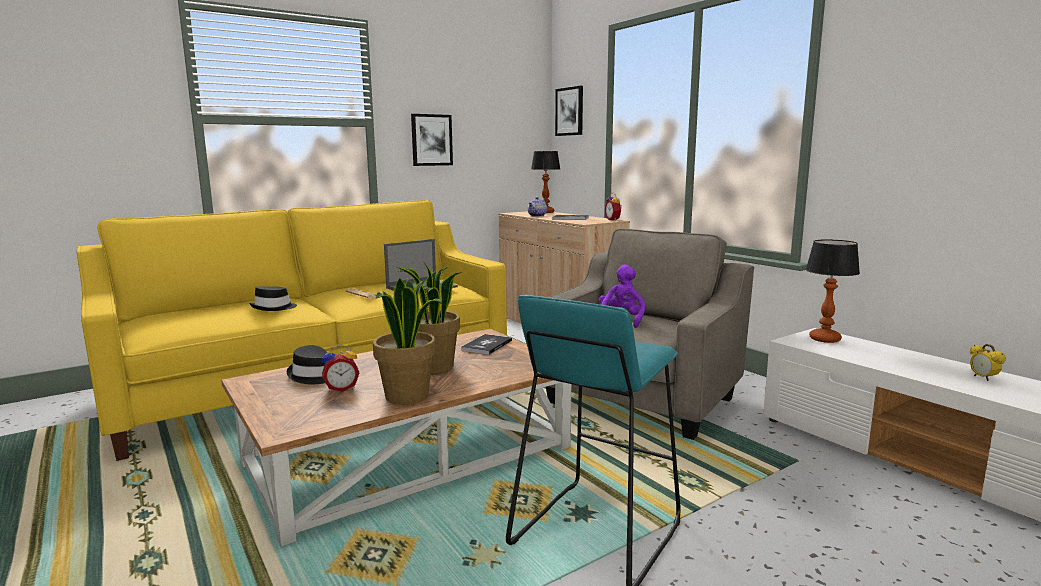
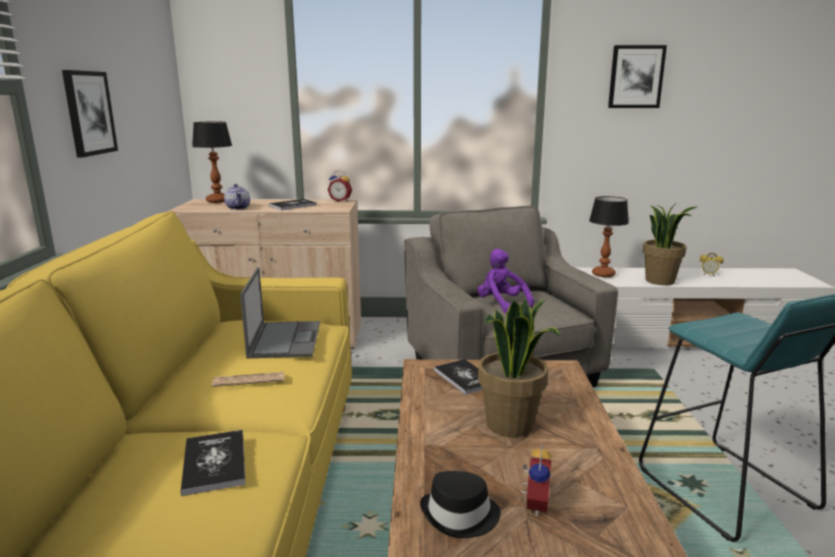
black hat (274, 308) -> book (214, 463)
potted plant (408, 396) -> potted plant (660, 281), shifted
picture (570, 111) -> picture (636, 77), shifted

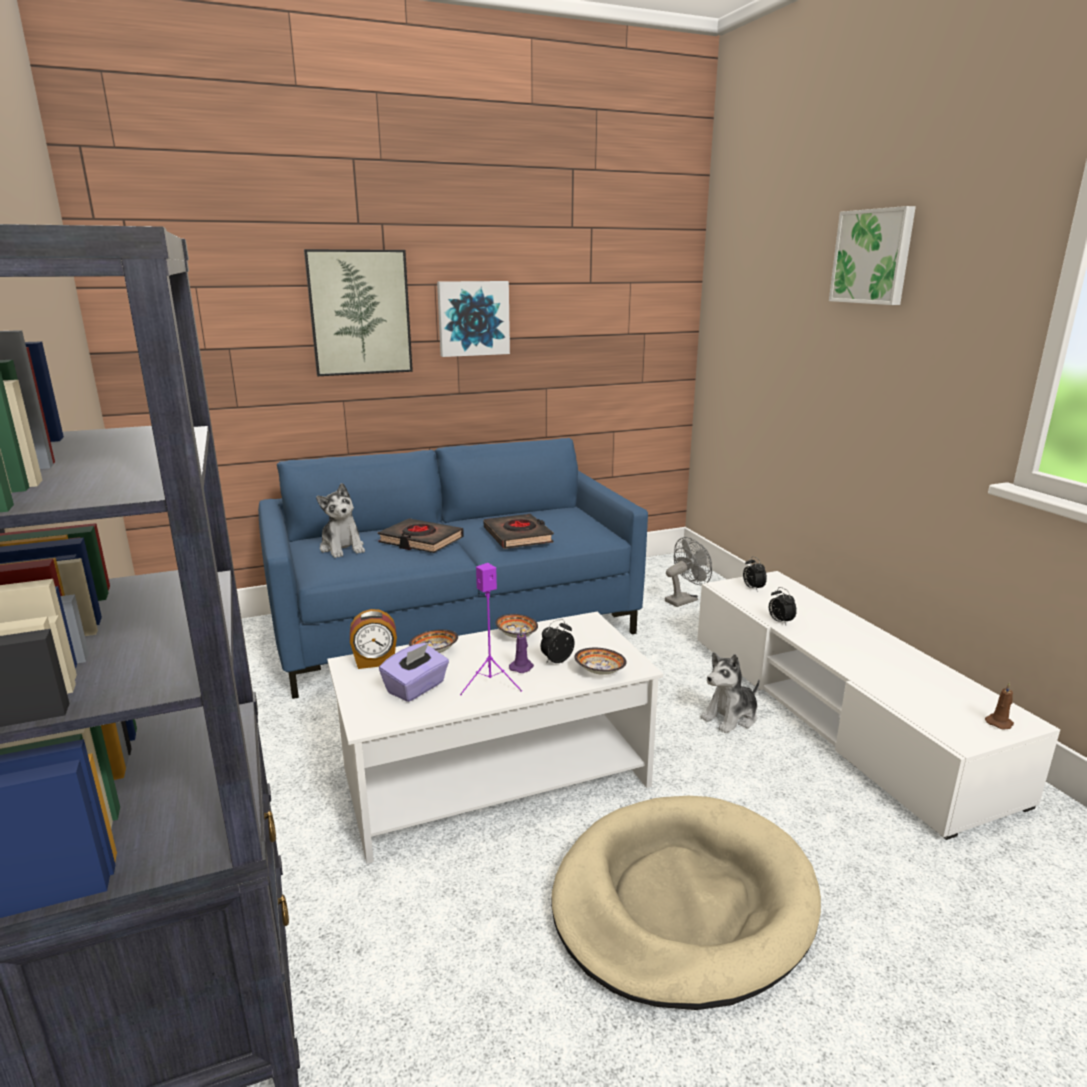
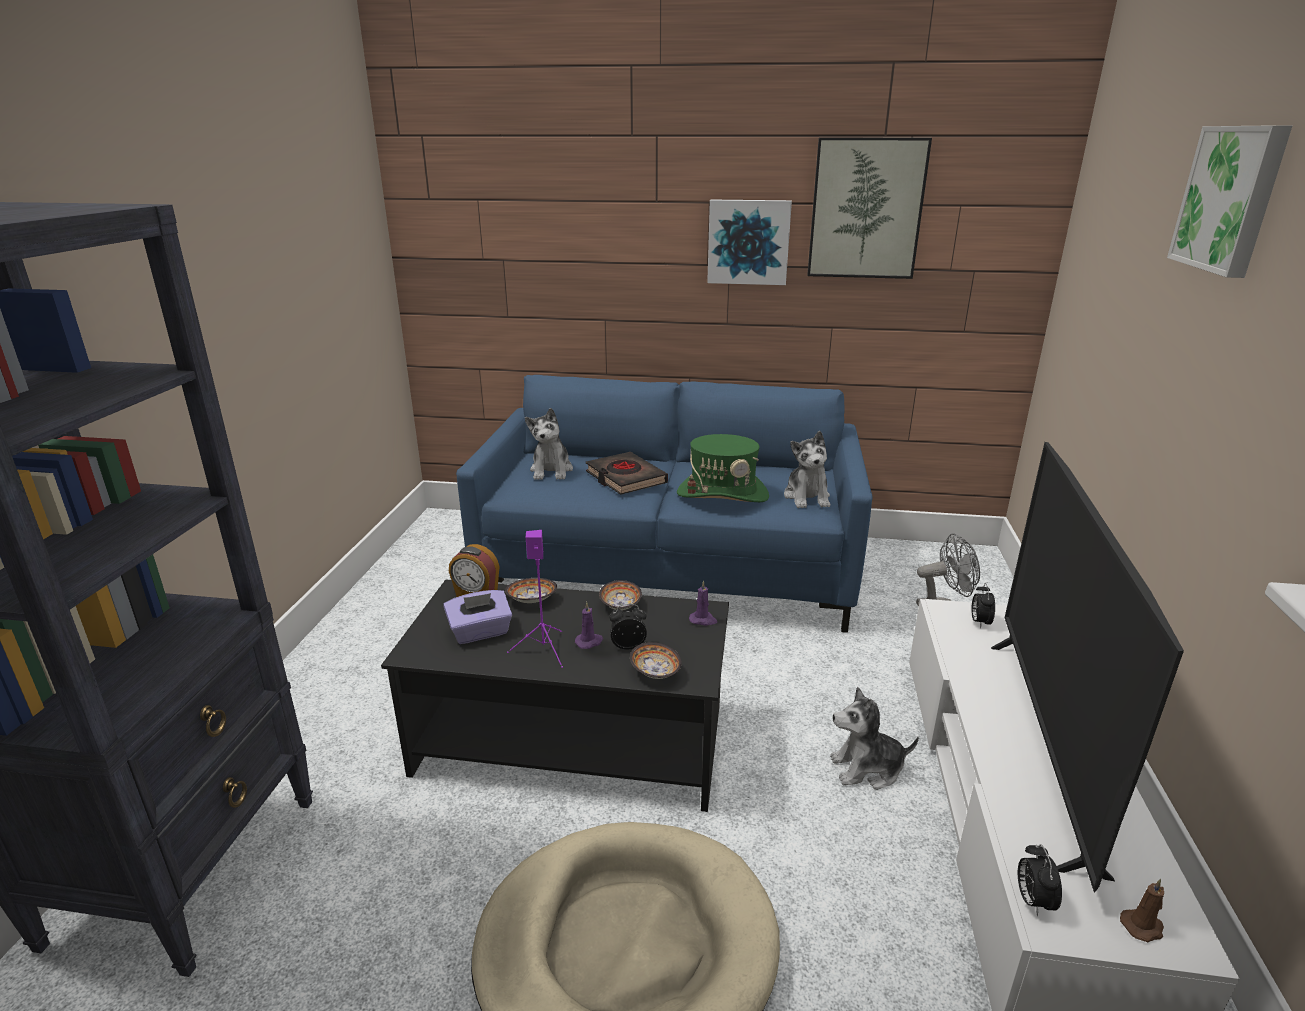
picture (360, 313) -> picture (866, 209), shifted
white coffee table (497, 776) -> black coffee table (573, 739)
black book (518, 536) -> green hat (722, 494)
alarm clock (779, 621) -> alarm clock (1032, 900), shifted
none -> purple candle (703, 620)
none -> plush toy (807, 497)
none -> television (1041, 742)

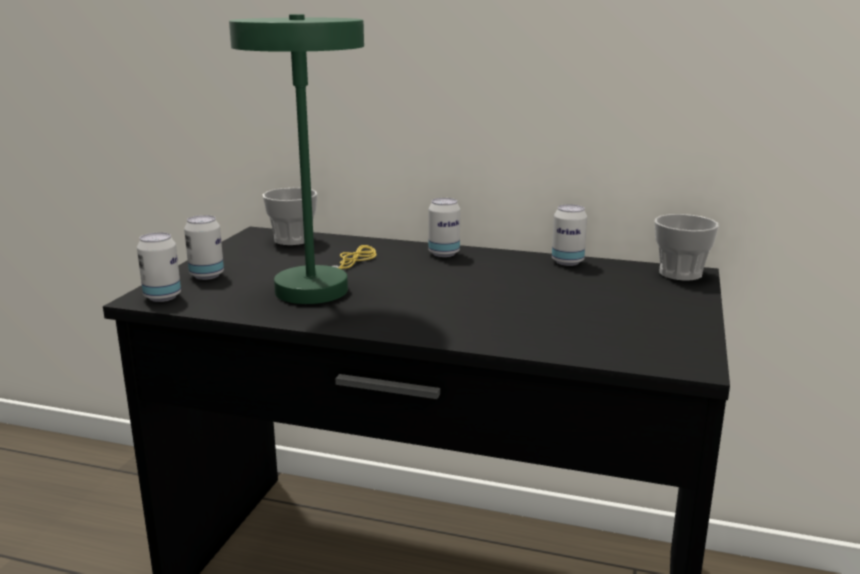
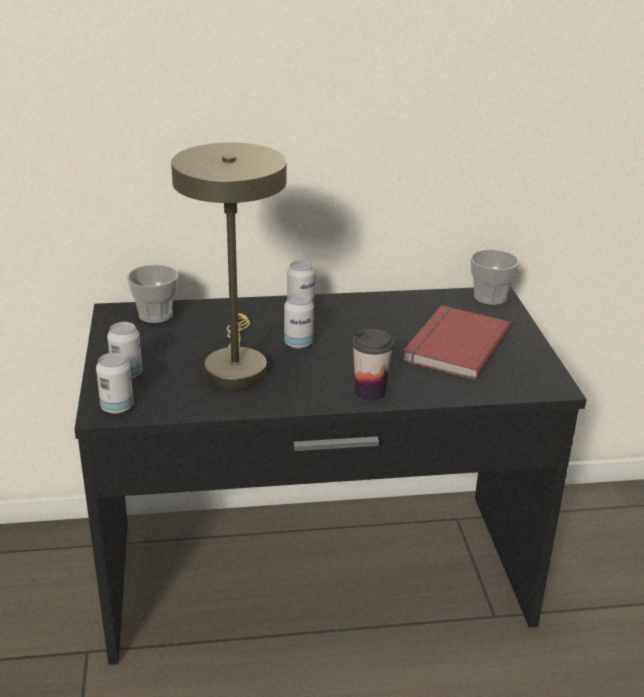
green table lamp (318, 286) -> beige table lamp (235, 366)
can (567, 262) -> can (298, 343), shifted
none -> cup (370, 392)
none -> red book (453, 345)

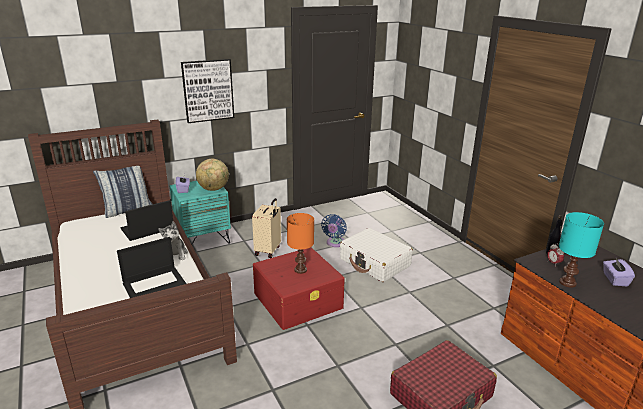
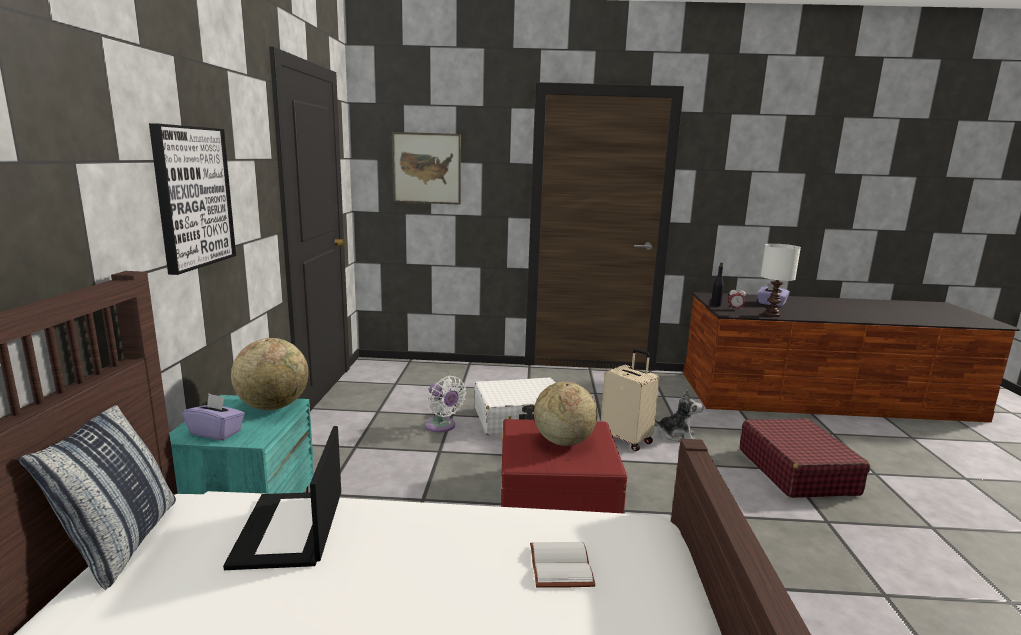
laptop (155, 284) -> white book (558, 565)
plush toy (175, 254) -> plush toy (677, 435), shifted
beige suitcase (268, 251) -> beige suitcase (627, 439), shifted
orange table lamp (300, 269) -> globe (563, 441)
blue fan (335, 243) -> white fan (442, 426)
turquoise table lamp (568, 283) -> white table lamp (772, 314)
none -> picture (426, 168)

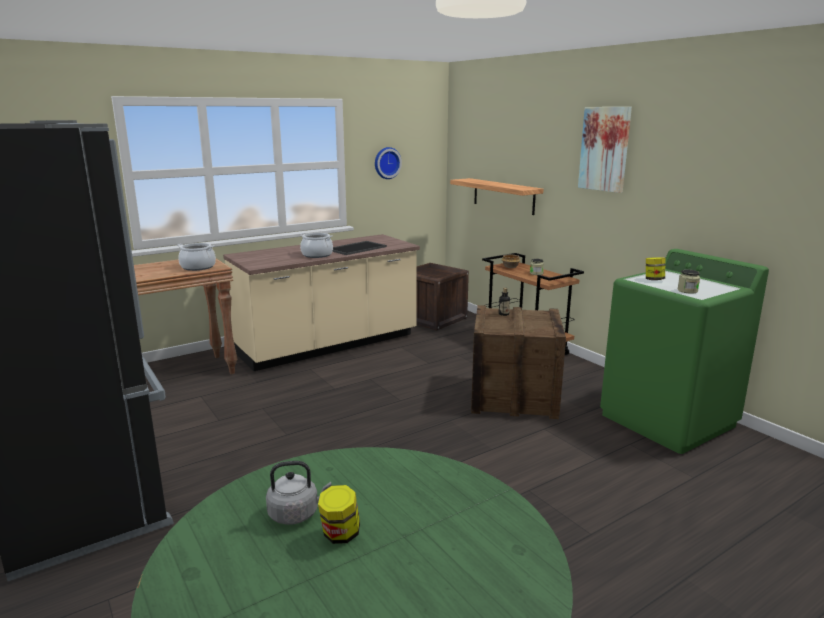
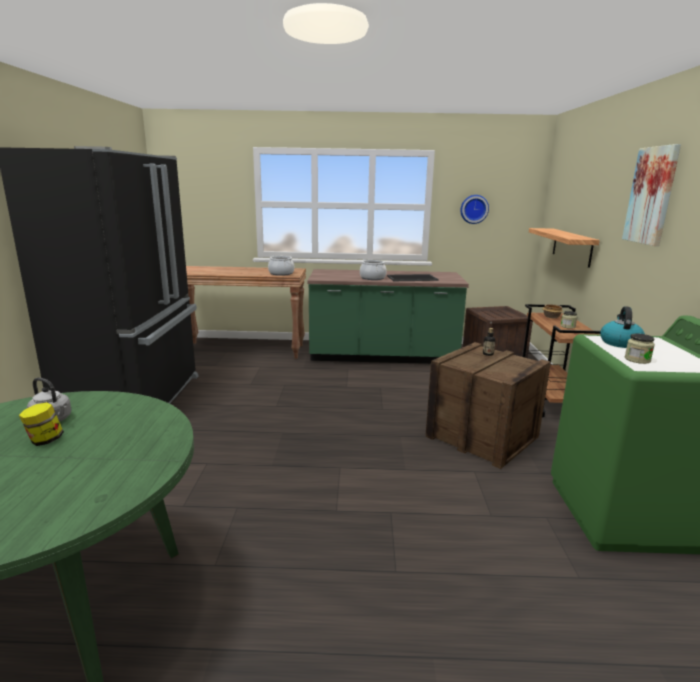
beige counter (328, 345) -> green counter (383, 356)
jar (653, 280) -> kettle (620, 343)

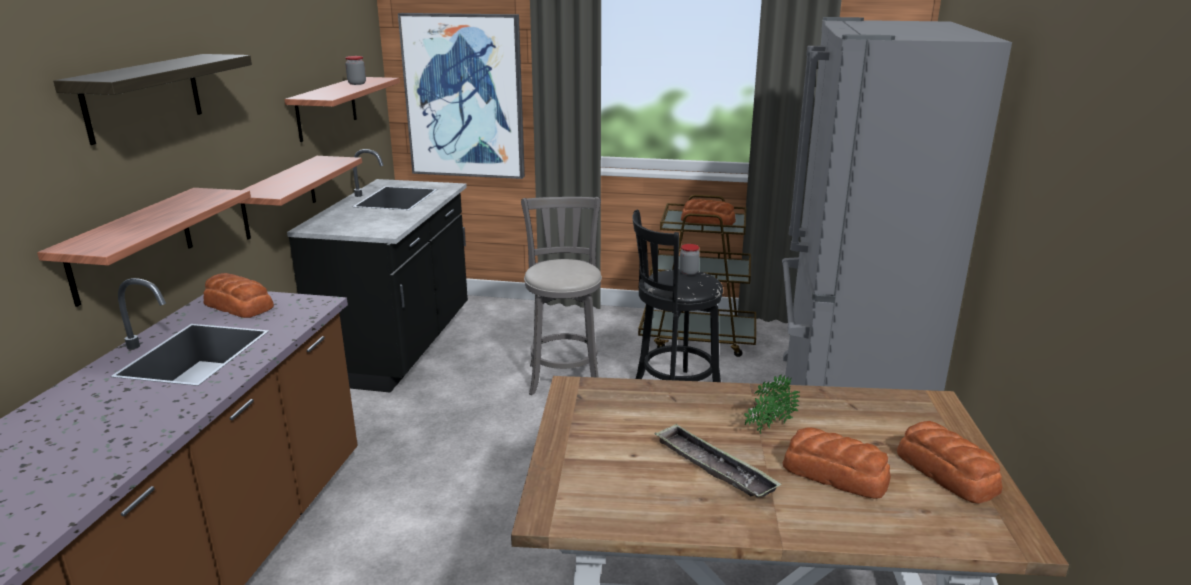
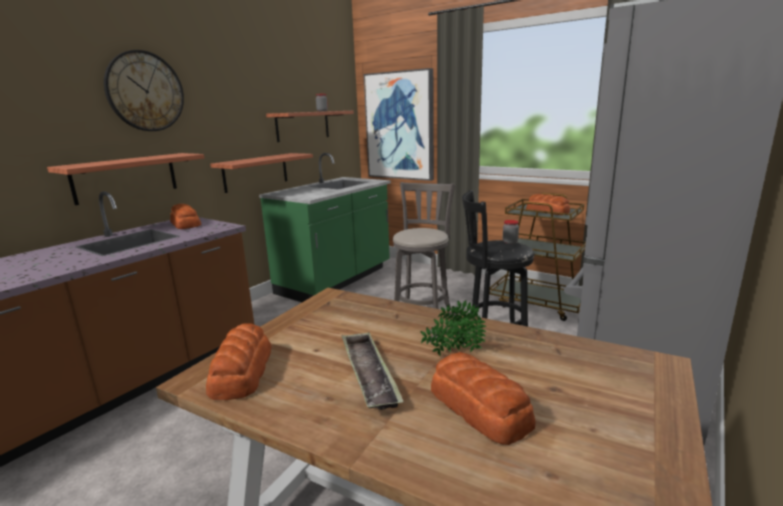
shelf (143, 97) -> wall clock (145, 91)
black counter (400, 347) -> green counter (336, 281)
bread (947, 473) -> bread (241, 372), shifted

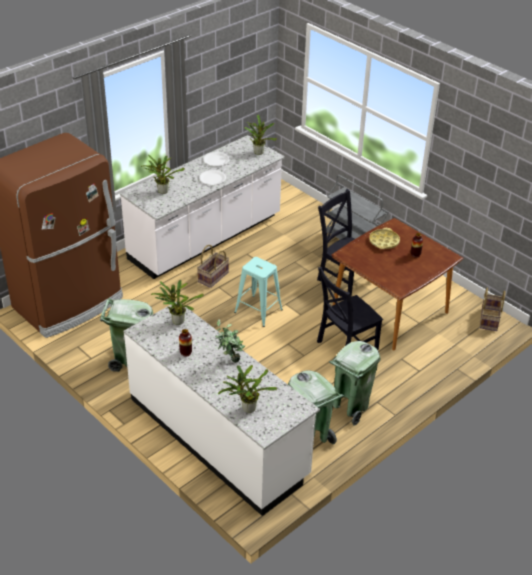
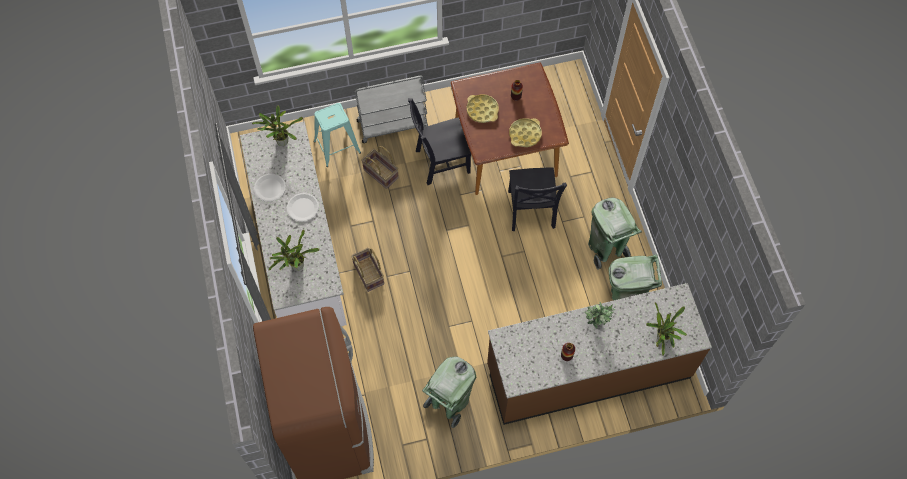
white counter (218, 437) -> brown counter (588, 371)
potted plant (177, 321) -> none
turquoise stool (258, 311) -> turquoise stool (337, 147), shifted
basket (489, 320) -> basket (381, 173), shifted
none -> yellow tray (525, 134)

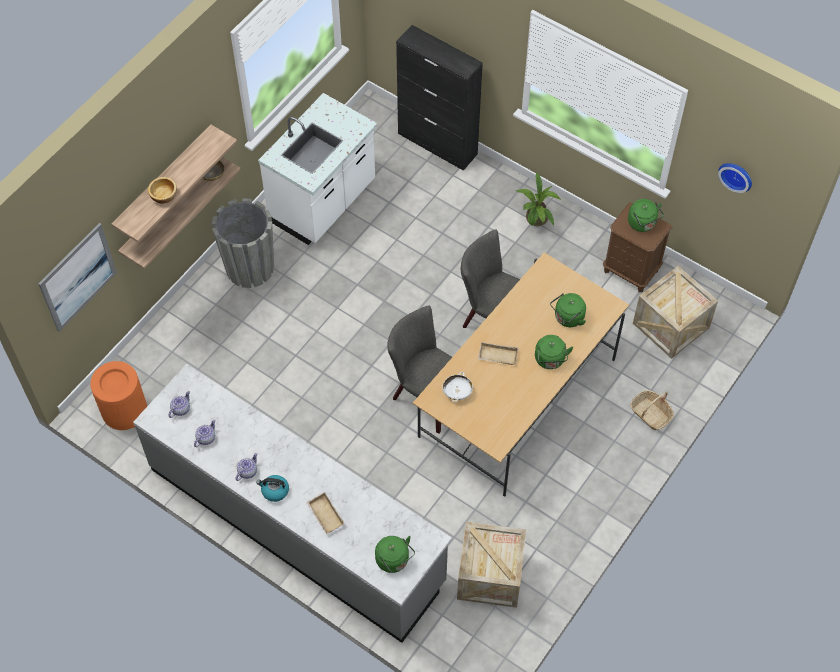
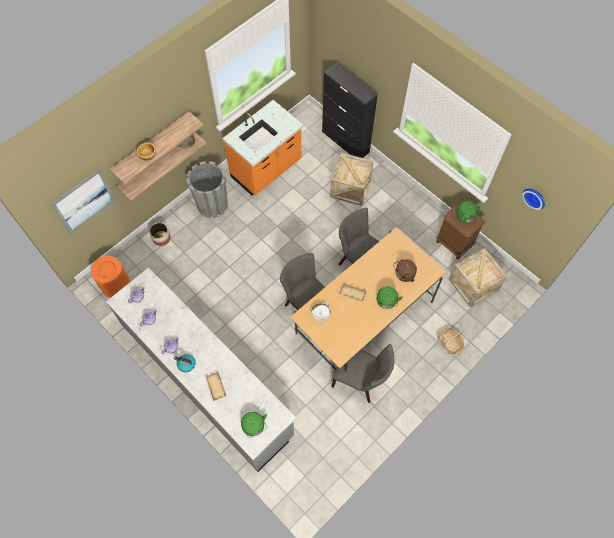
white counter (324, 203) -> orange counter (266, 170)
crate (490, 575) -> crate (350, 188), shifted
potted plant (536, 220) -> none
green kettle (567, 318) -> brown kettle (403, 275)
none -> planter (161, 238)
none -> grey chair (361, 380)

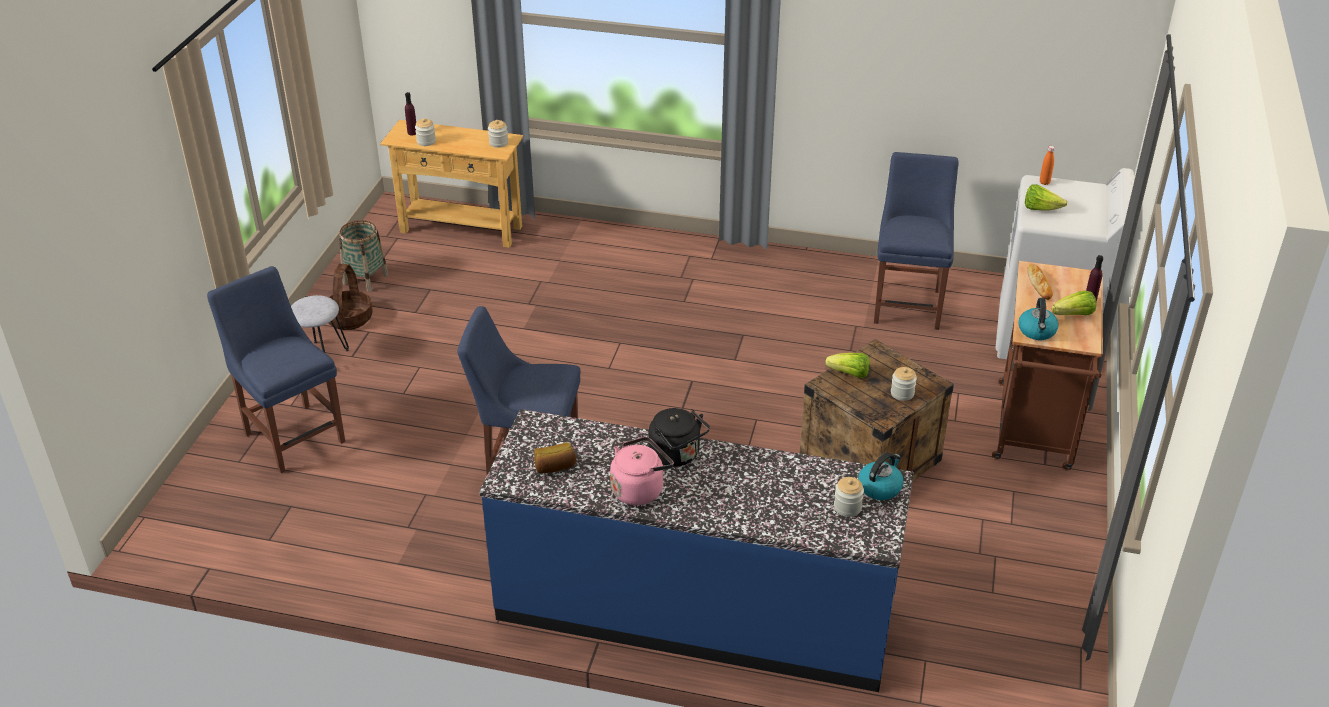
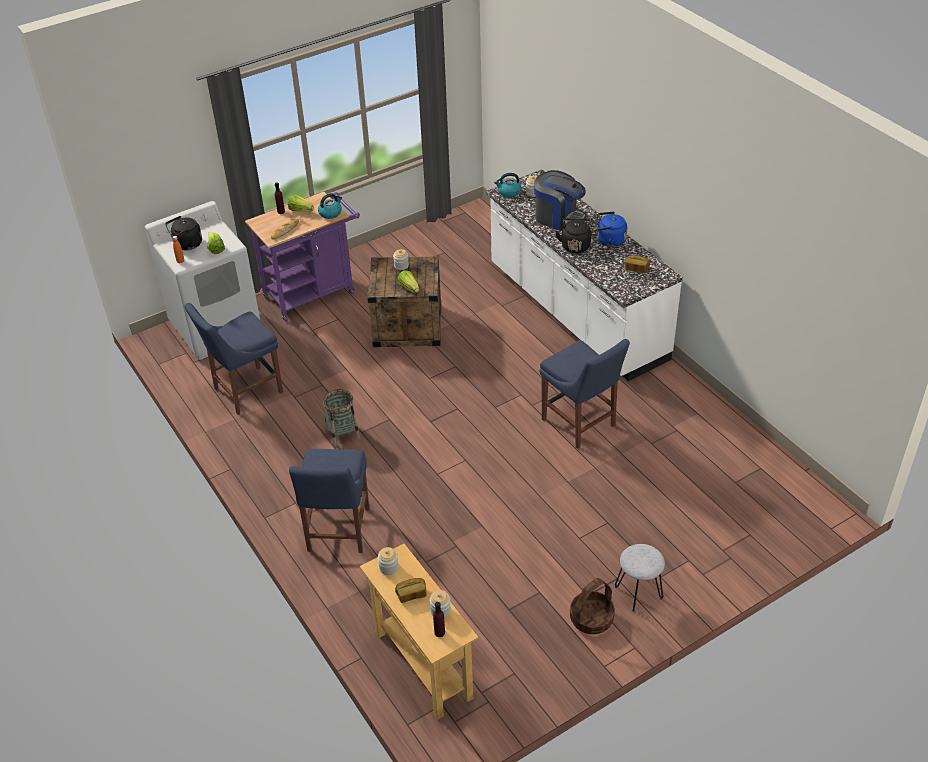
blue chair (292, 435) -> blue chair (337, 532), shifted
basket (365, 279) -> basket (342, 434), shifted
blue counter (695, 611) -> white counter (575, 313)
pink kettle (640, 489) -> blue kettle (609, 241)
brown cart (1034, 432) -> purple cart (314, 293)
none -> black kettle (186, 245)
none -> bread (411, 594)
none -> coffee machine (558, 217)

